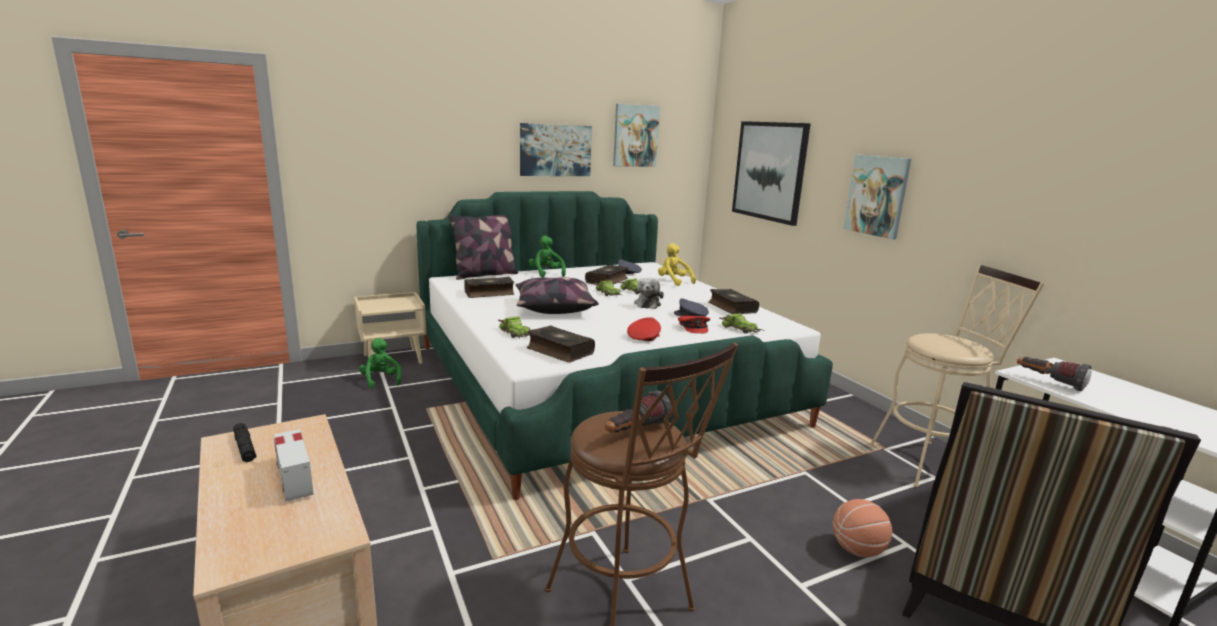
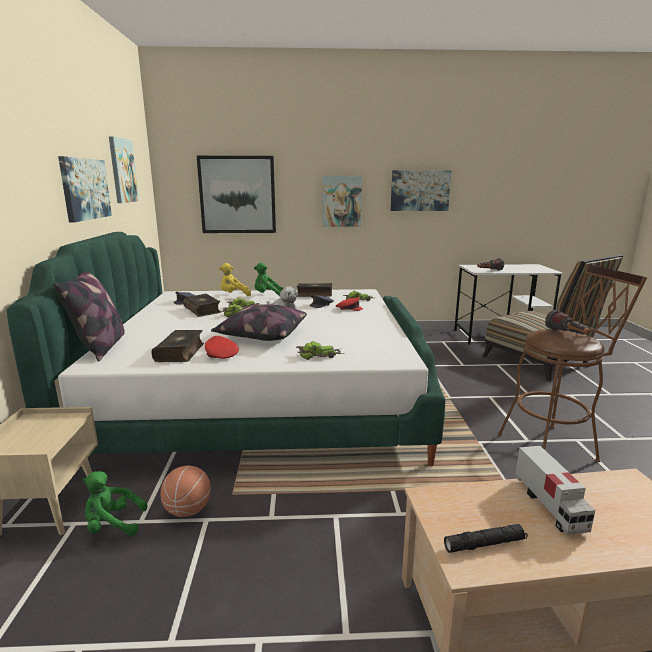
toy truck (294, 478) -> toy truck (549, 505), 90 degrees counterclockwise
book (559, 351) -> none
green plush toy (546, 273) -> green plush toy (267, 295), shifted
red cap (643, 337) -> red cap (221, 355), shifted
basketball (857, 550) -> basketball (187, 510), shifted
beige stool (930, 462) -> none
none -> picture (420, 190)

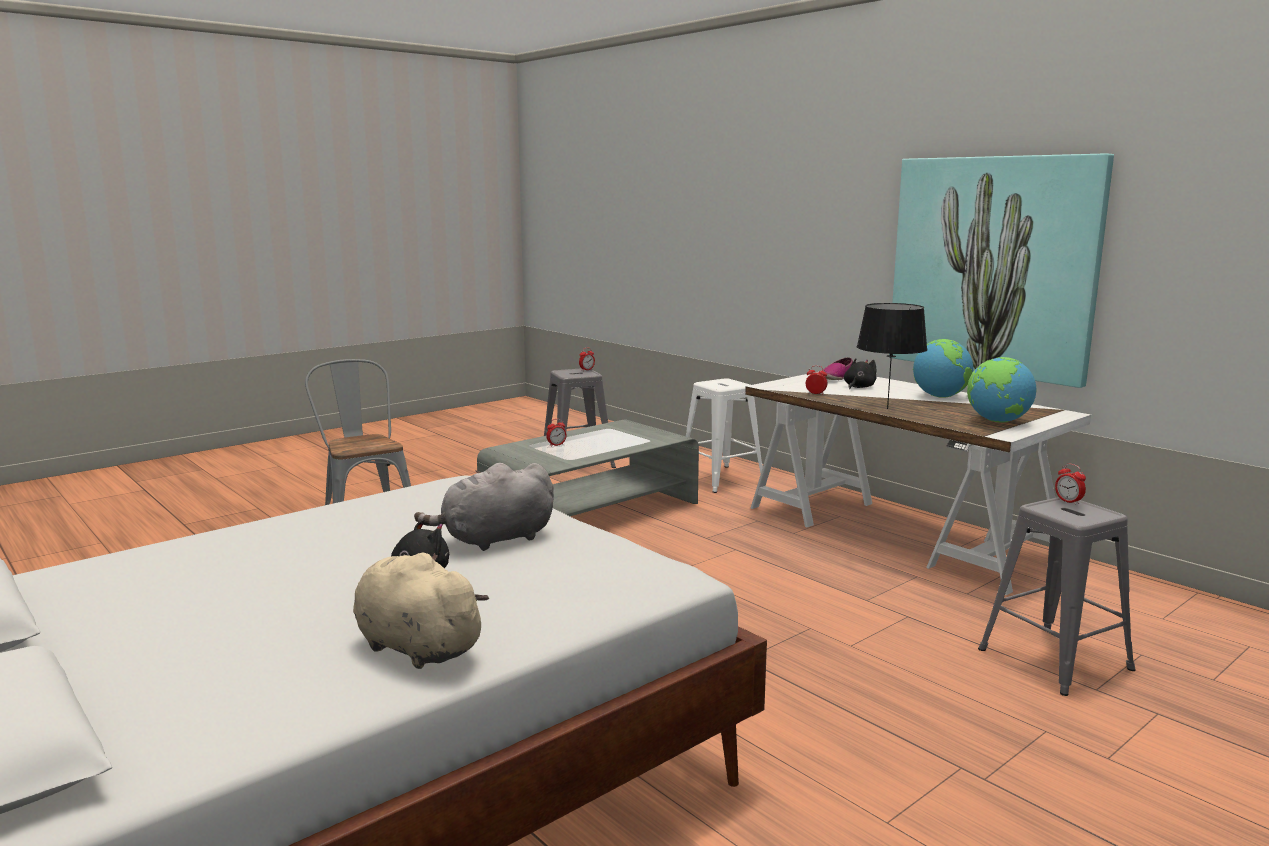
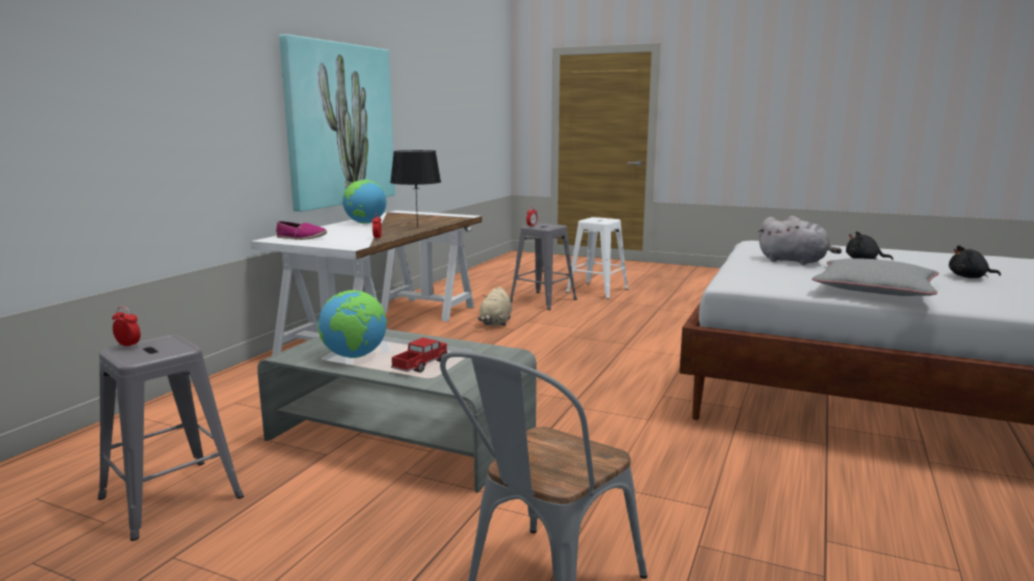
beige plush toy (415, 646) -> beige plush toy (496, 323), shifted
alarm clock (556, 445) -> toy truck (421, 365)
white stool (722, 479) -> white stool (597, 290), shifted
black plush toy (858, 387) -> black plush toy (969, 277), shifted
globe (997, 421) -> globe (355, 356), shifted
none -> grey pillow (874, 289)

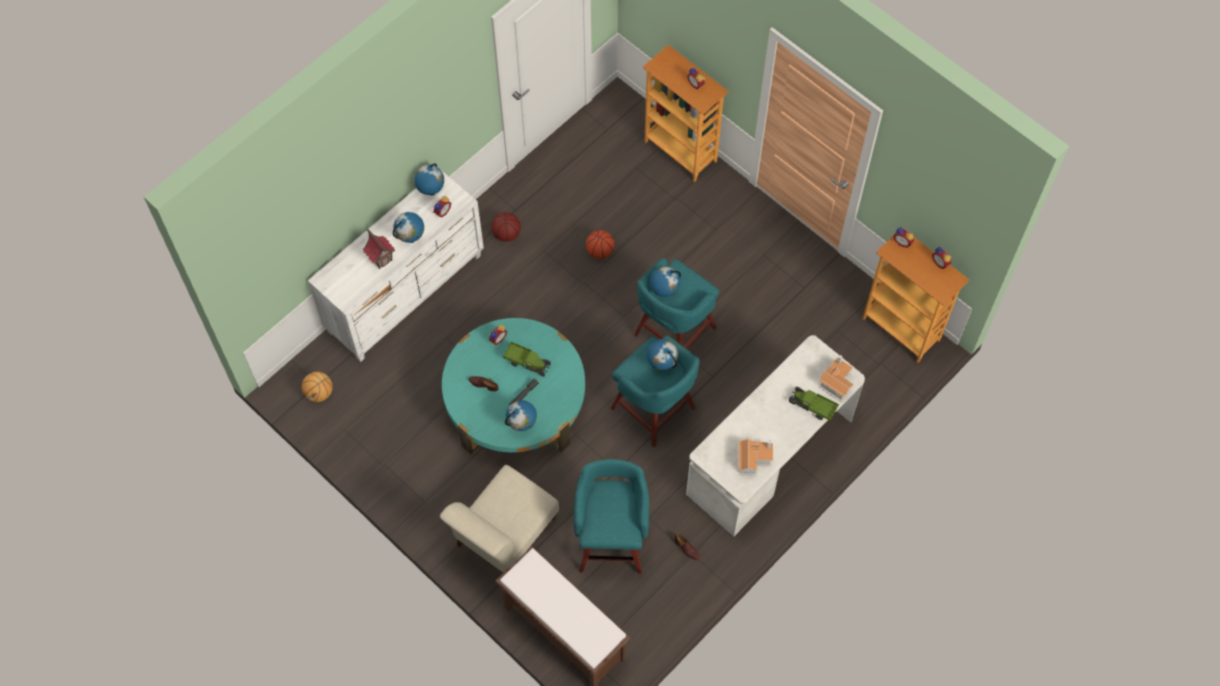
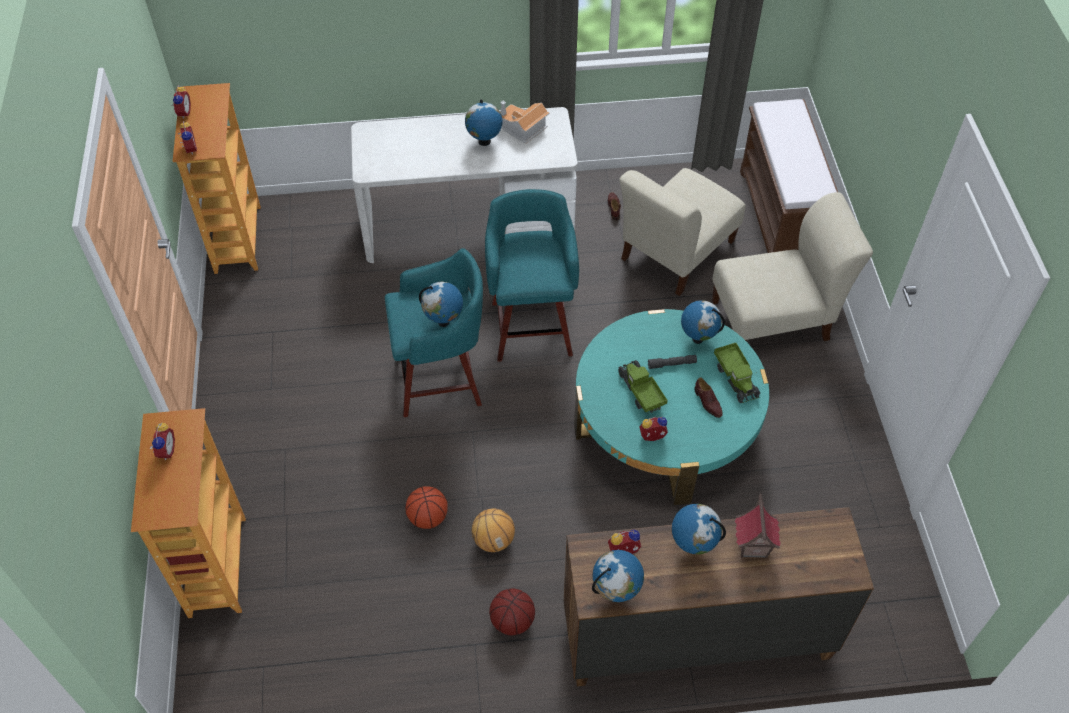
basketball (319, 393) -> basketball (493, 540), shifted
white dresser (406, 294) -> brown dresser (695, 636)
turquoise stool (611, 540) -> beige chair (674, 254)
globe (662, 364) -> globe (484, 142), shifted
toy truck (812, 407) -> toy truck (736, 378), shifted
toy house (835, 382) -> none

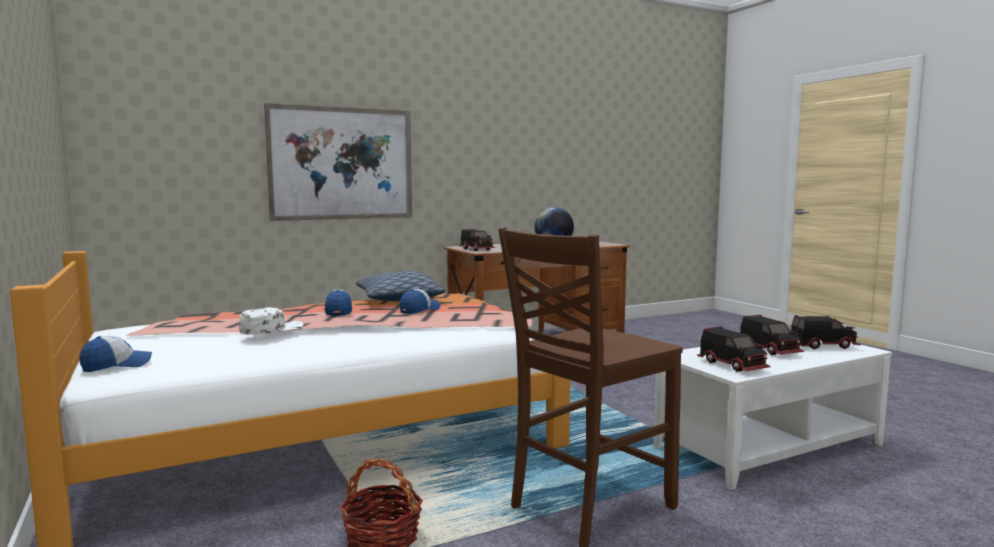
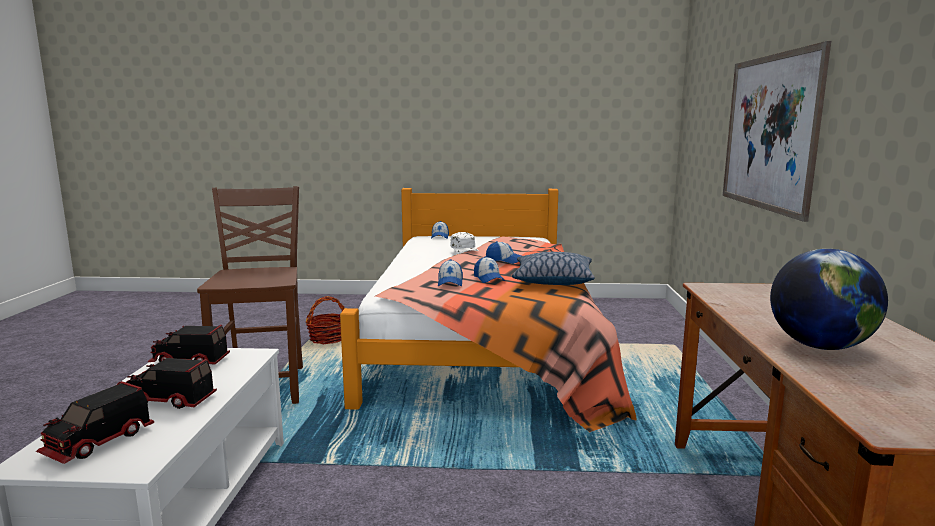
toy truck (477, 249) -> none
none -> cap (450, 282)

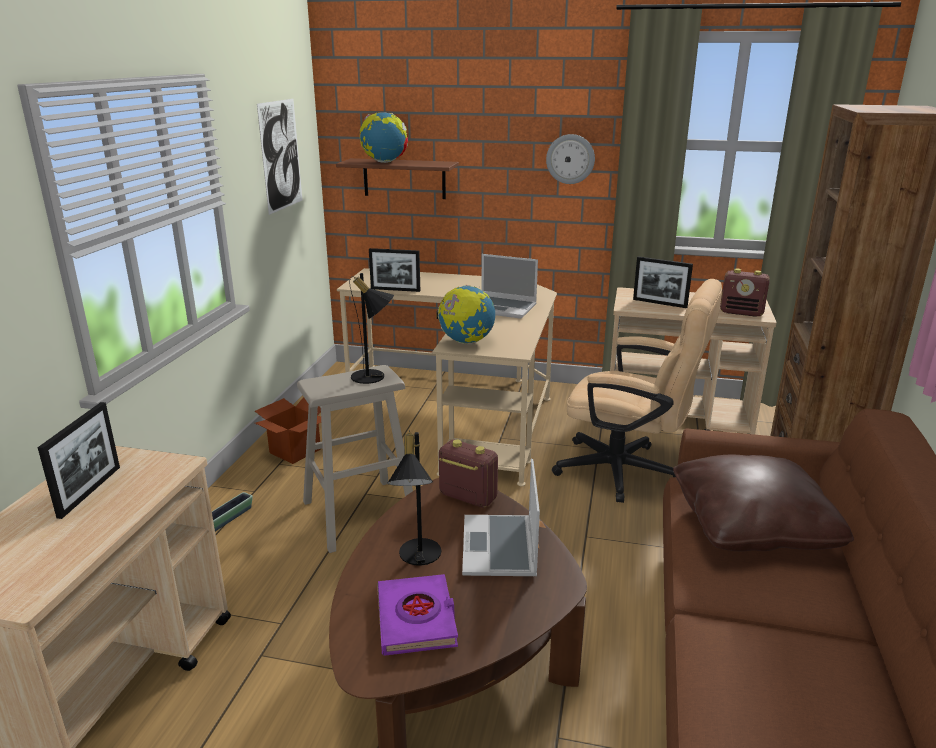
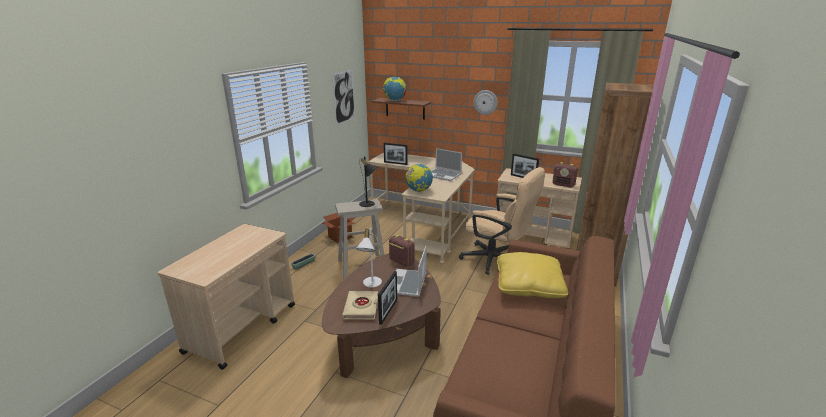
picture frame (90, 491) -> picture frame (388, 311), shifted
purple book (416, 619) -> beige book (361, 308)
black table lamp (417, 557) -> white table lamp (370, 284)
brown pillow (752, 525) -> yellow pillow (528, 286)

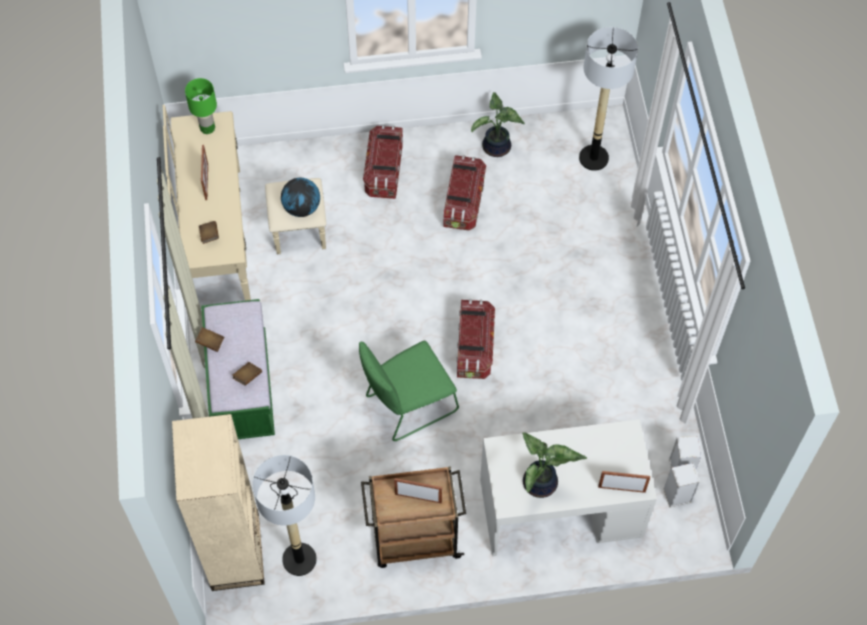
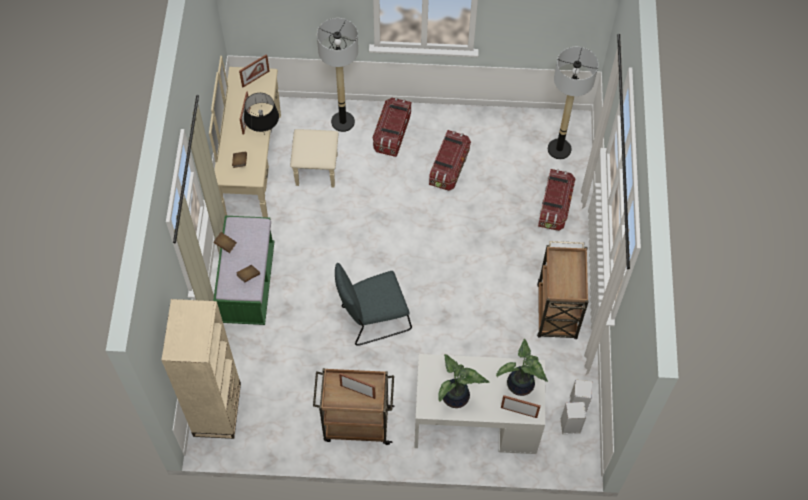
green table lamp (207, 127) -> picture frame (255, 79)
floor lamp (299, 559) -> floor lamp (342, 122), shifted
globe (302, 208) -> none
green chair (408, 405) -> grey chair (372, 319)
storage box (474, 347) -> storage box (554, 206), shifted
potted plant (496, 148) -> potted plant (520, 385), shifted
none -> black table lamp (264, 134)
none -> brown cart (556, 313)

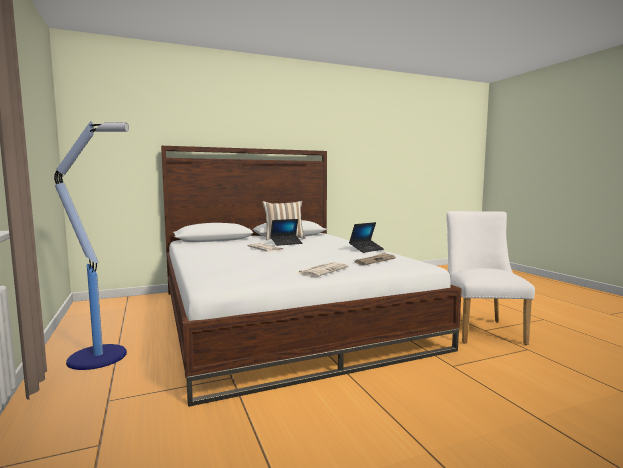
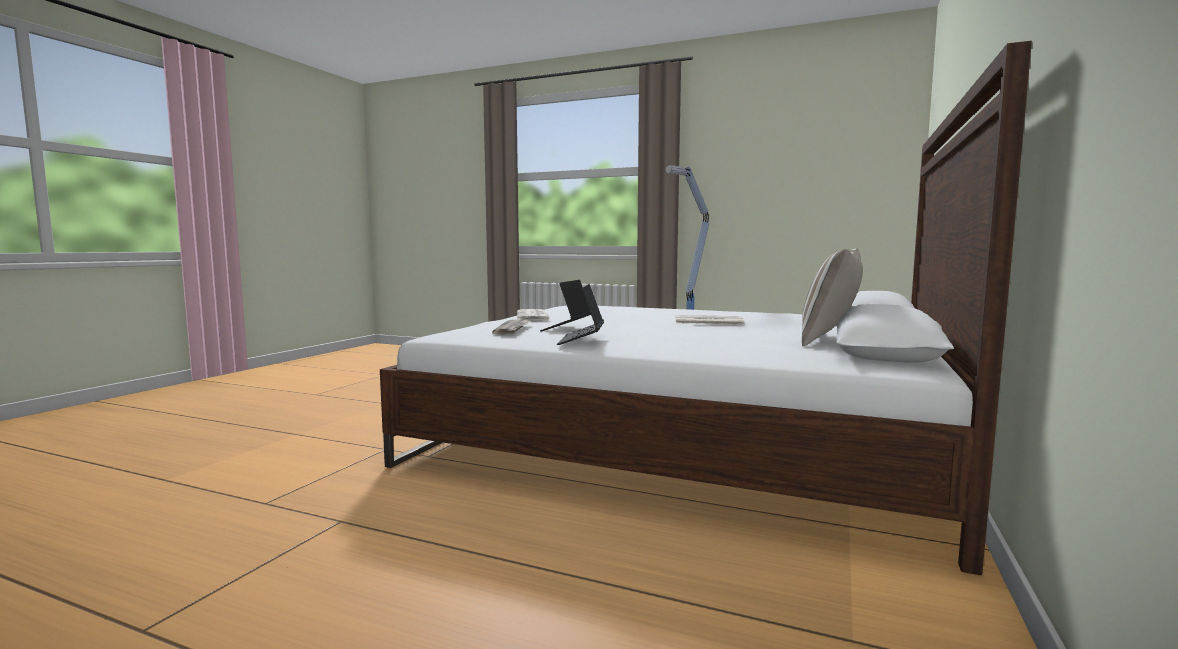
laptop (286, 243) -> laptop (566, 328), shifted
white chair (481, 329) -> none

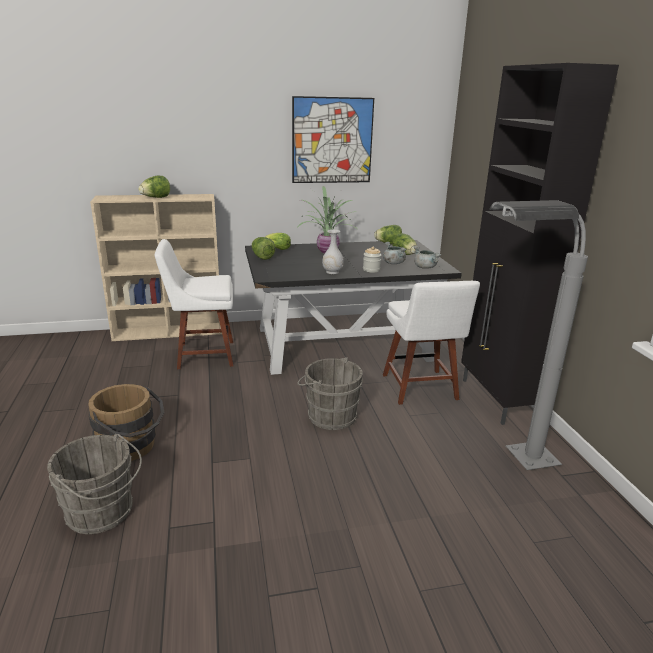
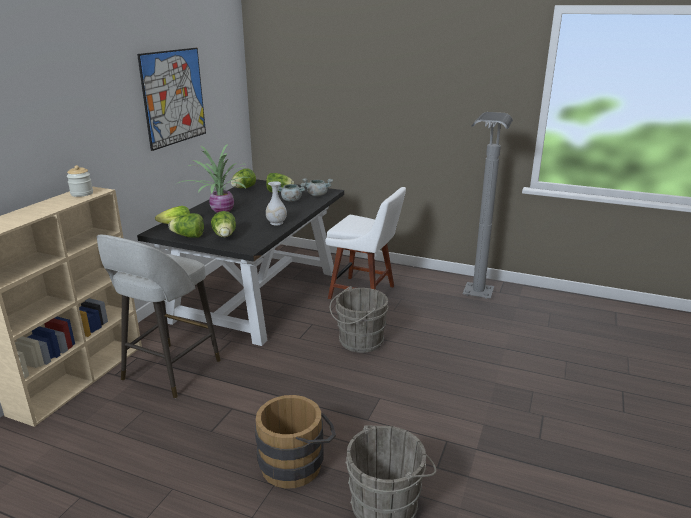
lettuce (156, 198) -> lettuce (225, 236), shifted
white chair (202, 355) -> grey stool (169, 371)
jar (371, 270) -> jar (82, 194), shifted
black cabinet (497, 400) -> none

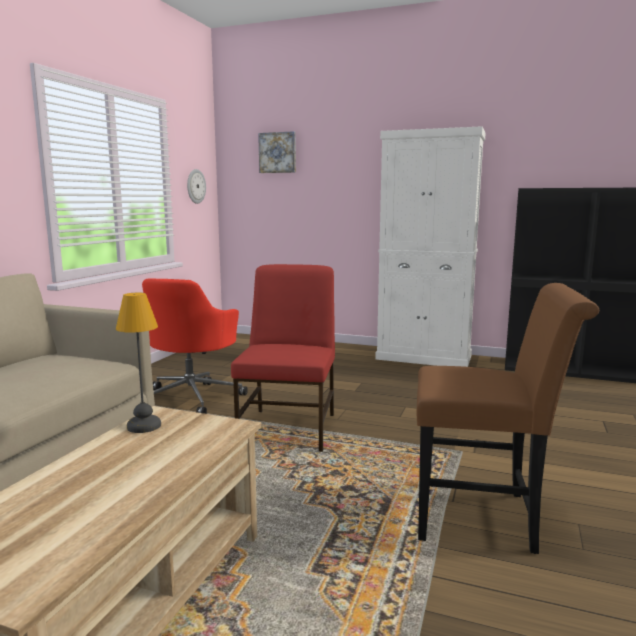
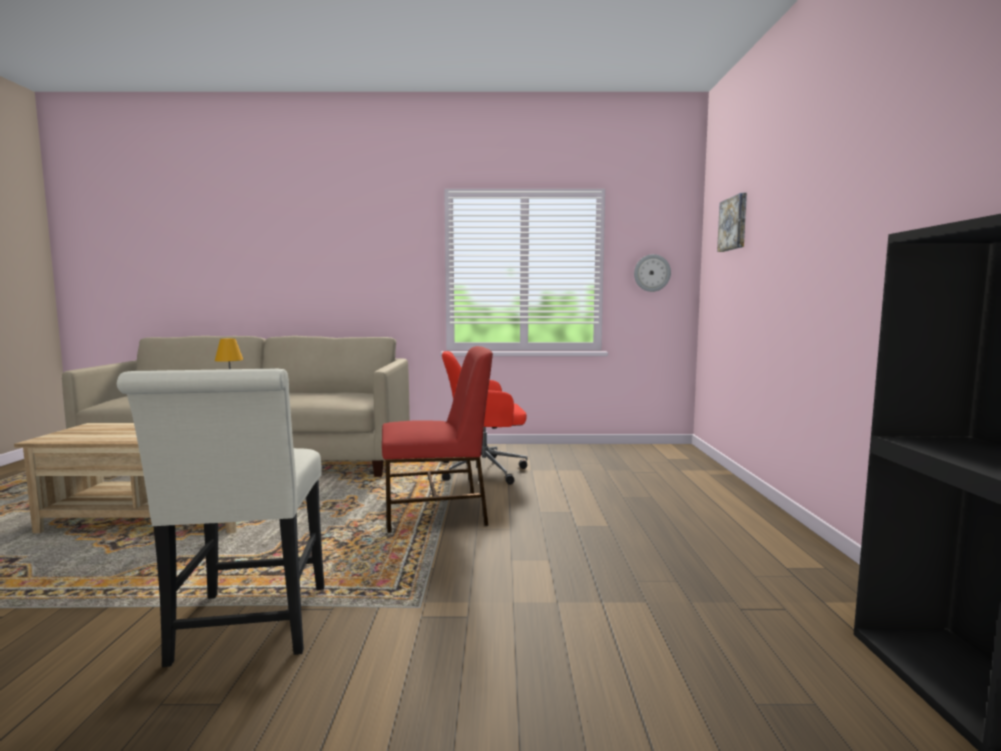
white cabinet (424, 358) -> none
brown chair (484, 517) -> white chair (248, 630)

